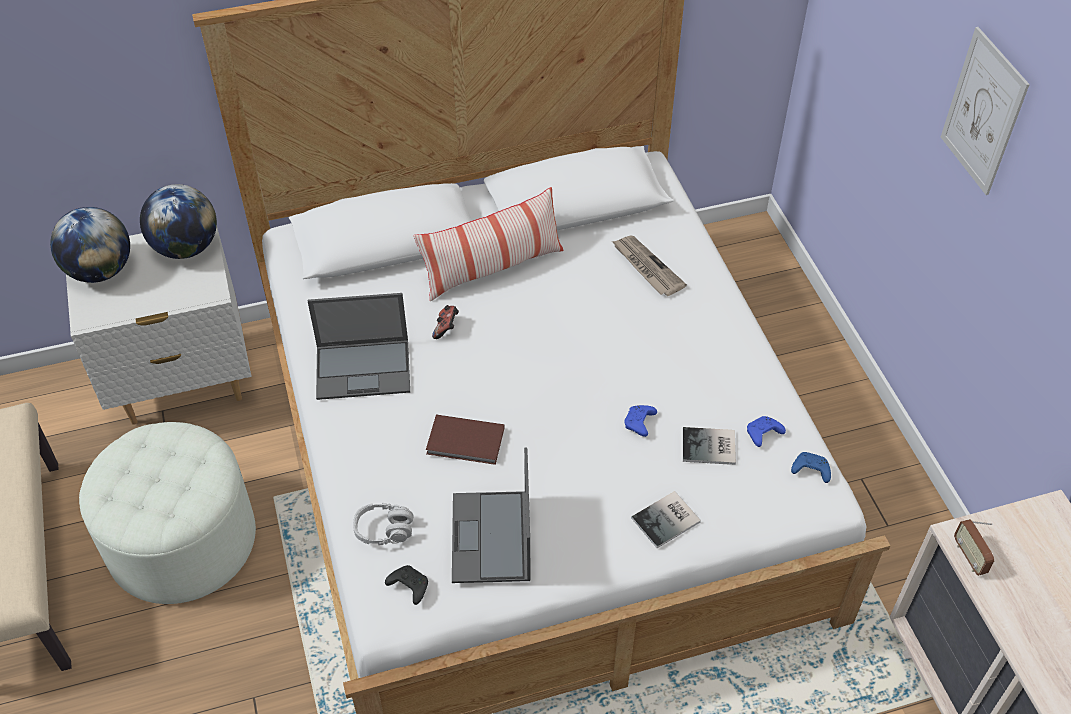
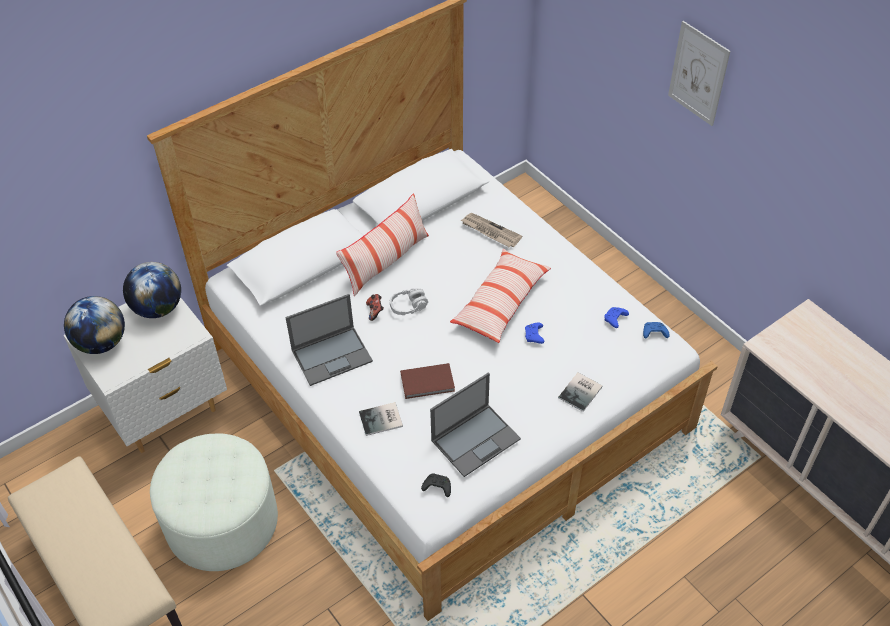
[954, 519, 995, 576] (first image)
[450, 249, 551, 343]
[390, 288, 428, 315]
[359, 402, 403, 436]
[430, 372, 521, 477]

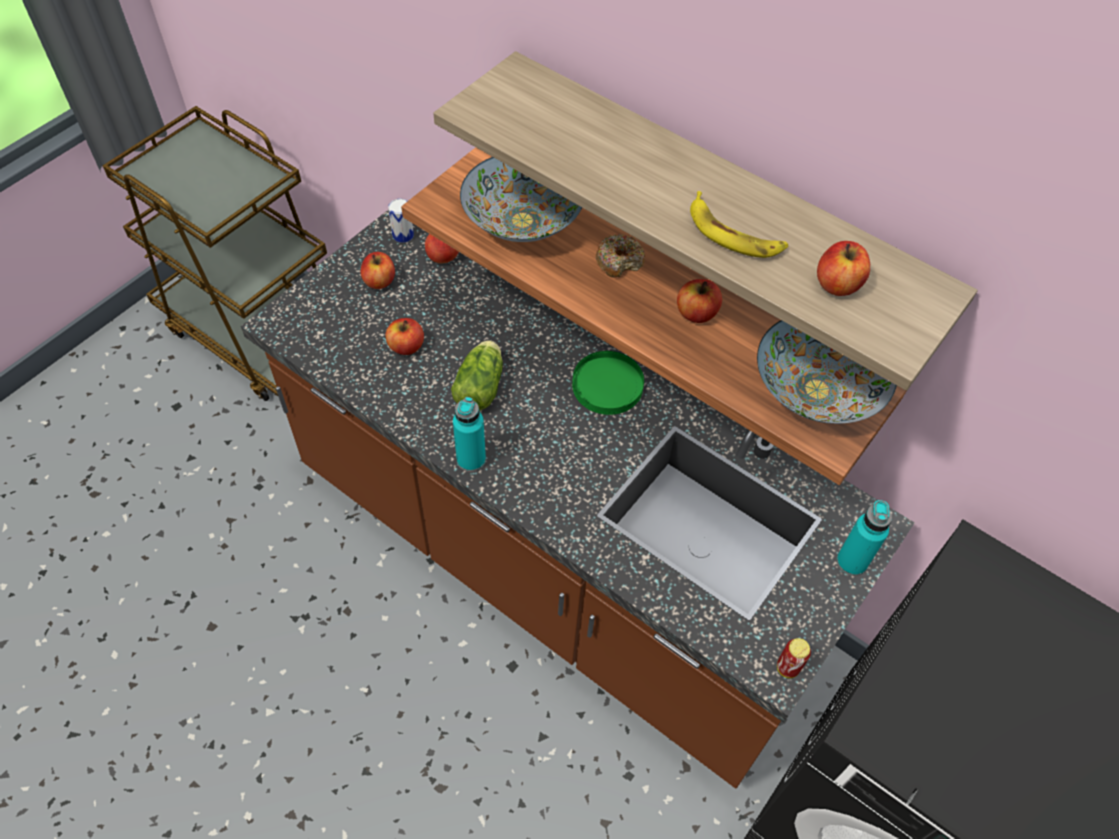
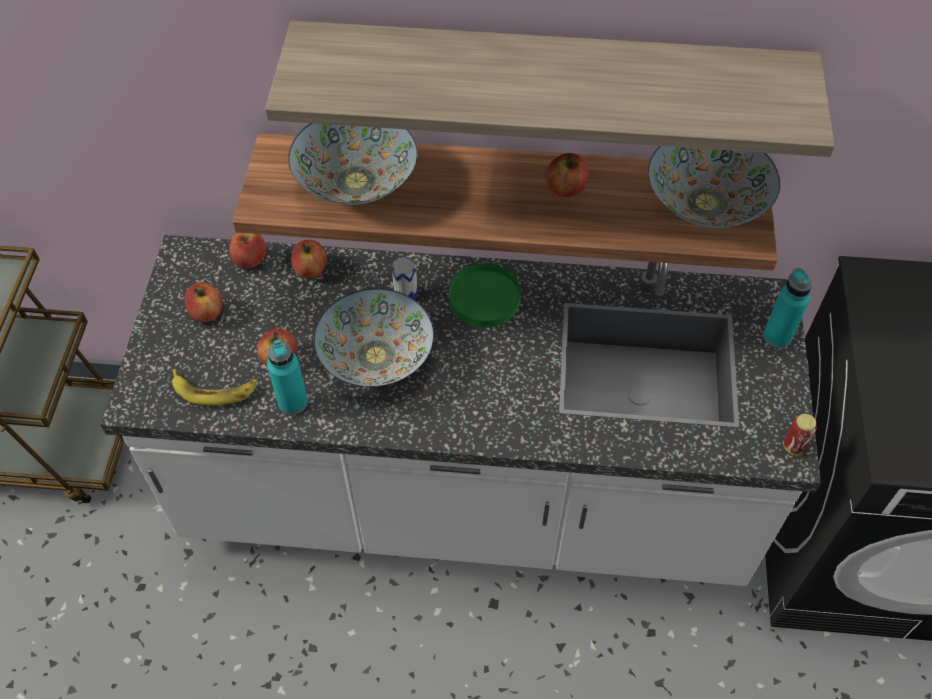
[596, 234, 645, 277] (first image)
[392, 257, 418, 299]
[267, 339, 308, 415]
[172, 369, 258, 405]
[291, 239, 327, 278]
[314, 288, 434, 386]
[101, 235, 821, 586]

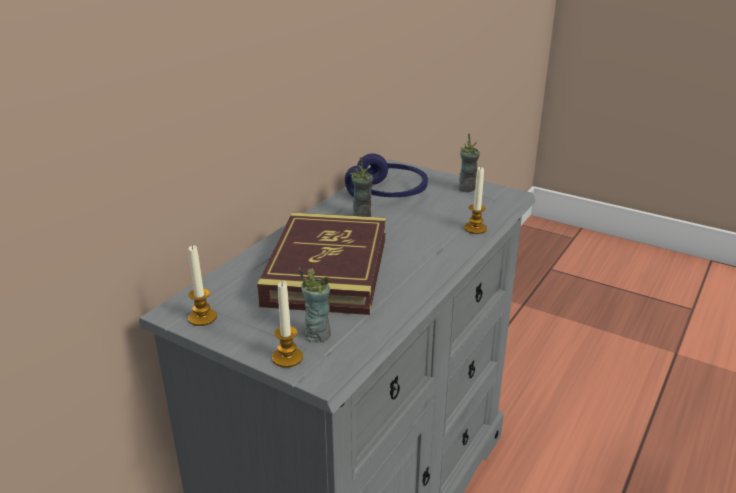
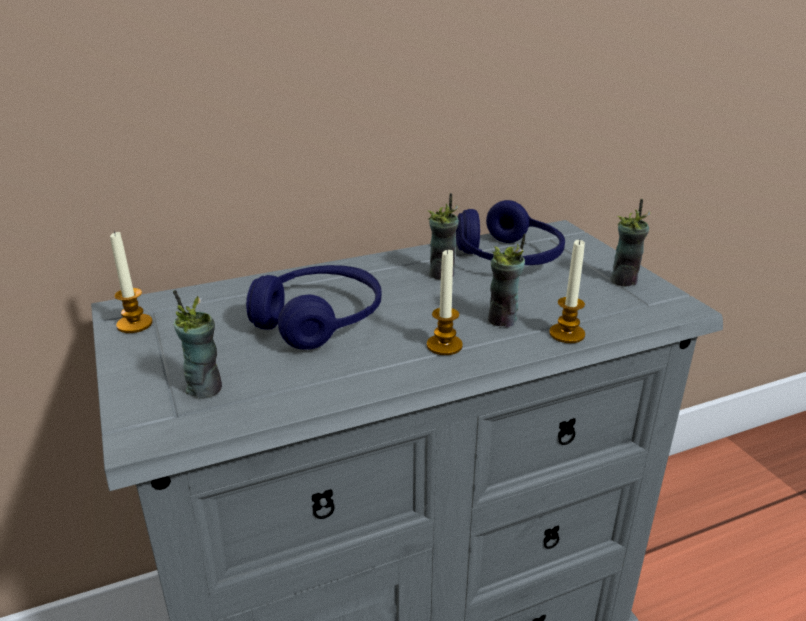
[488, 234, 525, 327]
[427, 248, 463, 355]
[246, 265, 382, 350]

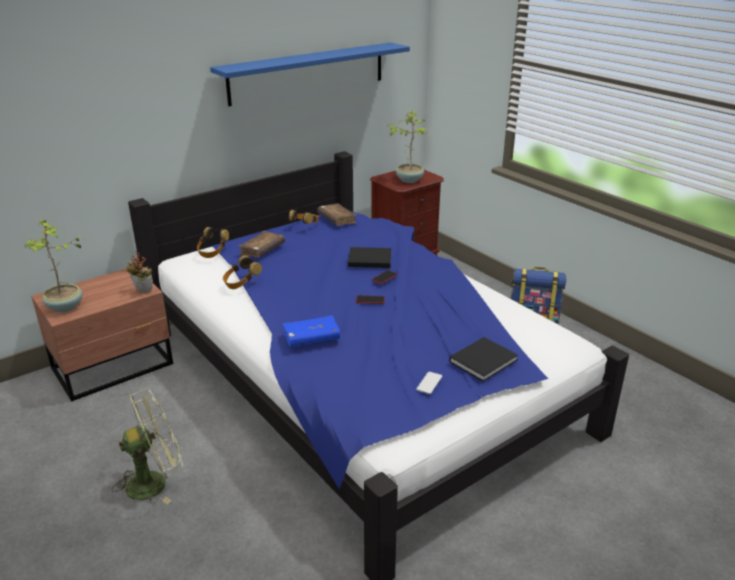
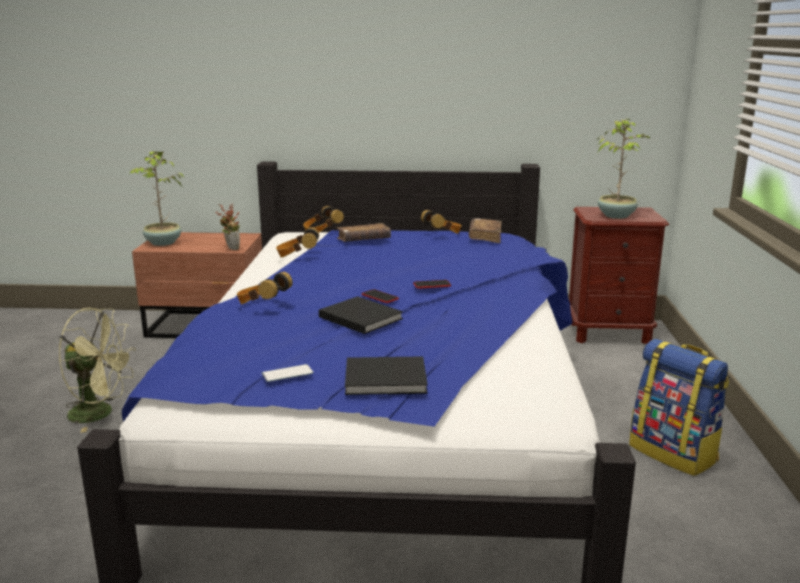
[210, 42, 410, 106] (first image)
[319, 296, 403, 334]
[237, 272, 293, 305]

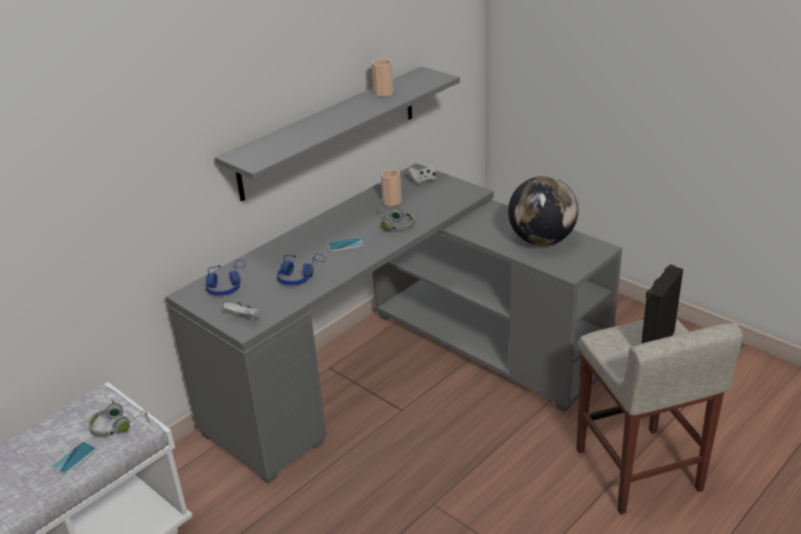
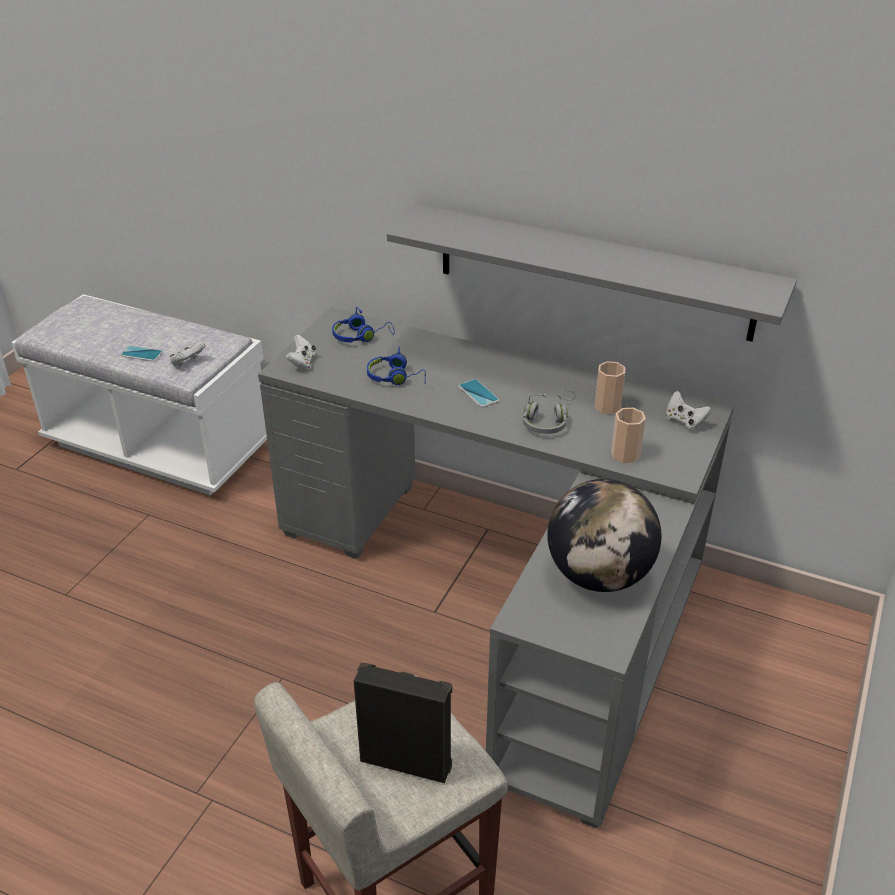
[611, 408, 646, 463]
[170, 342, 205, 367]

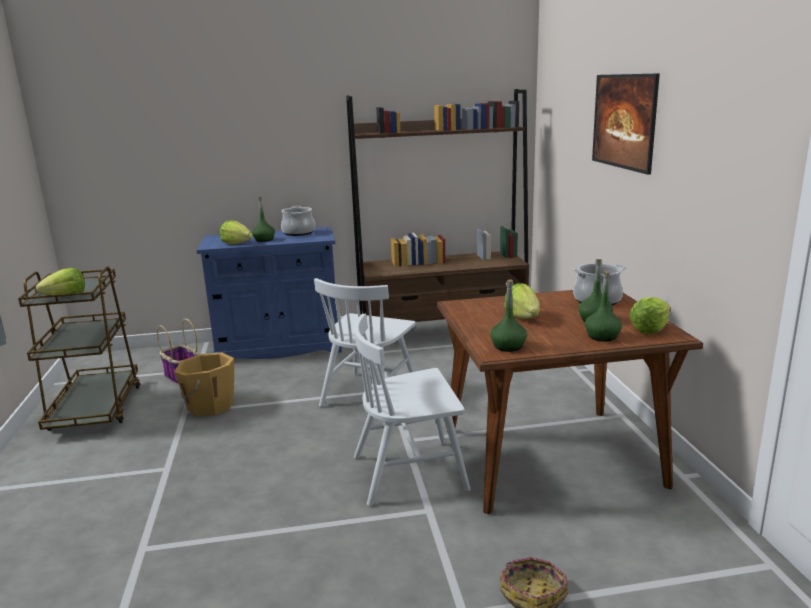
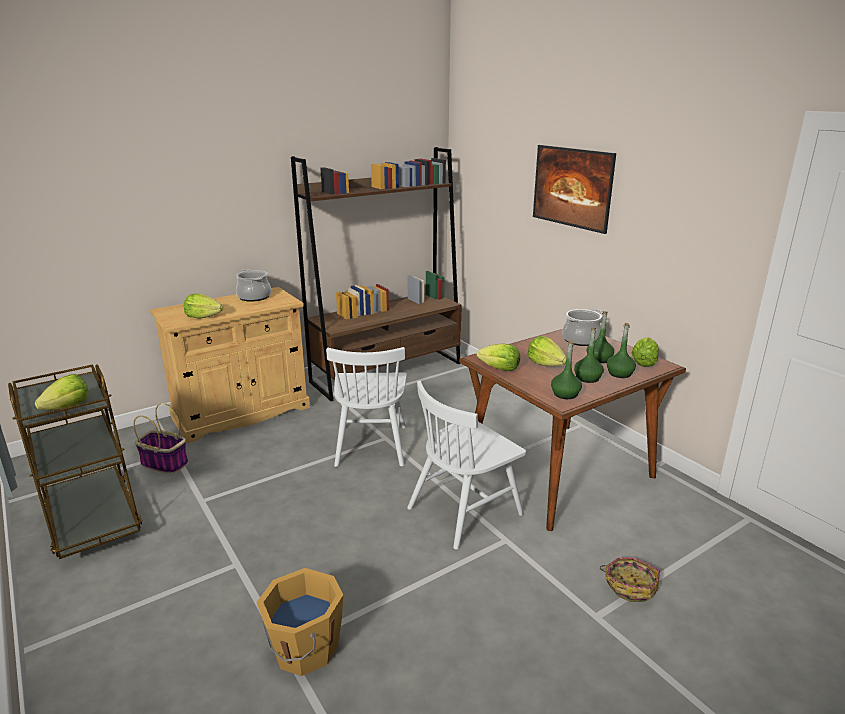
[476, 343, 520, 371]
[256, 568, 343, 676]
[574, 327, 604, 383]
[150, 287, 310, 443]

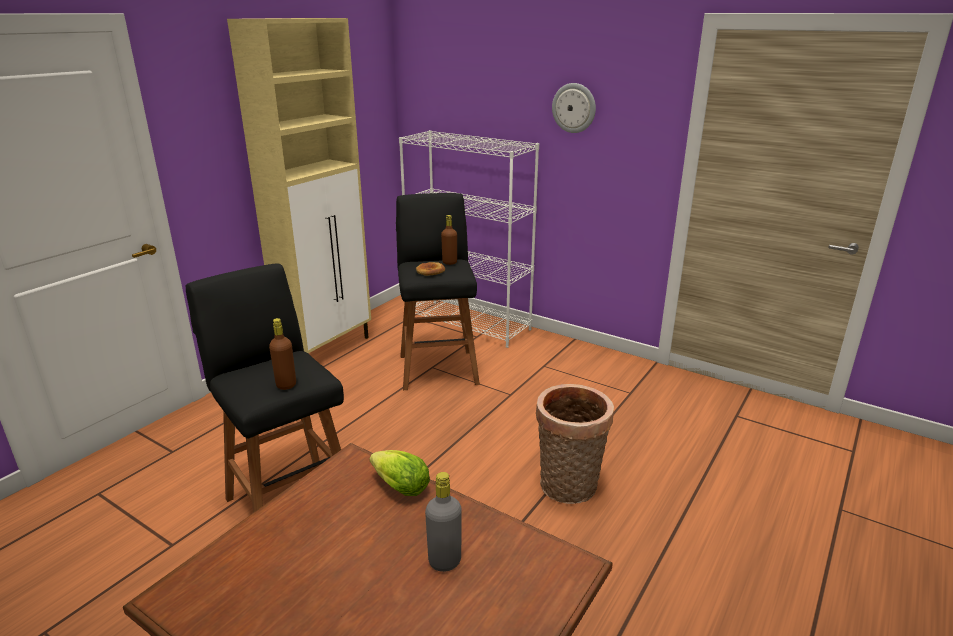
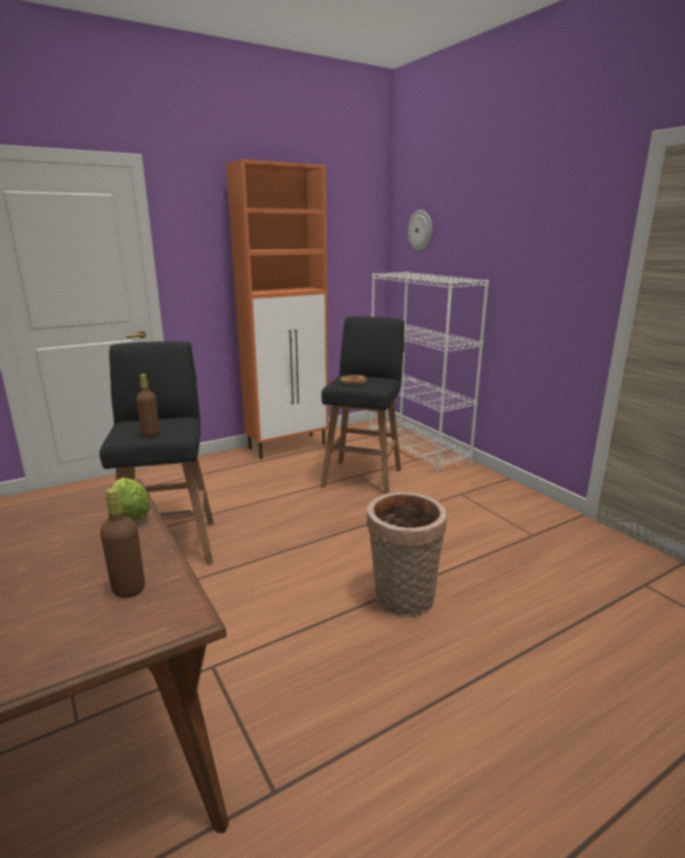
[425, 472, 462, 572] (first image)
[100, 488, 145, 598]
[408, 210, 433, 251]
[226, 159, 329, 459]

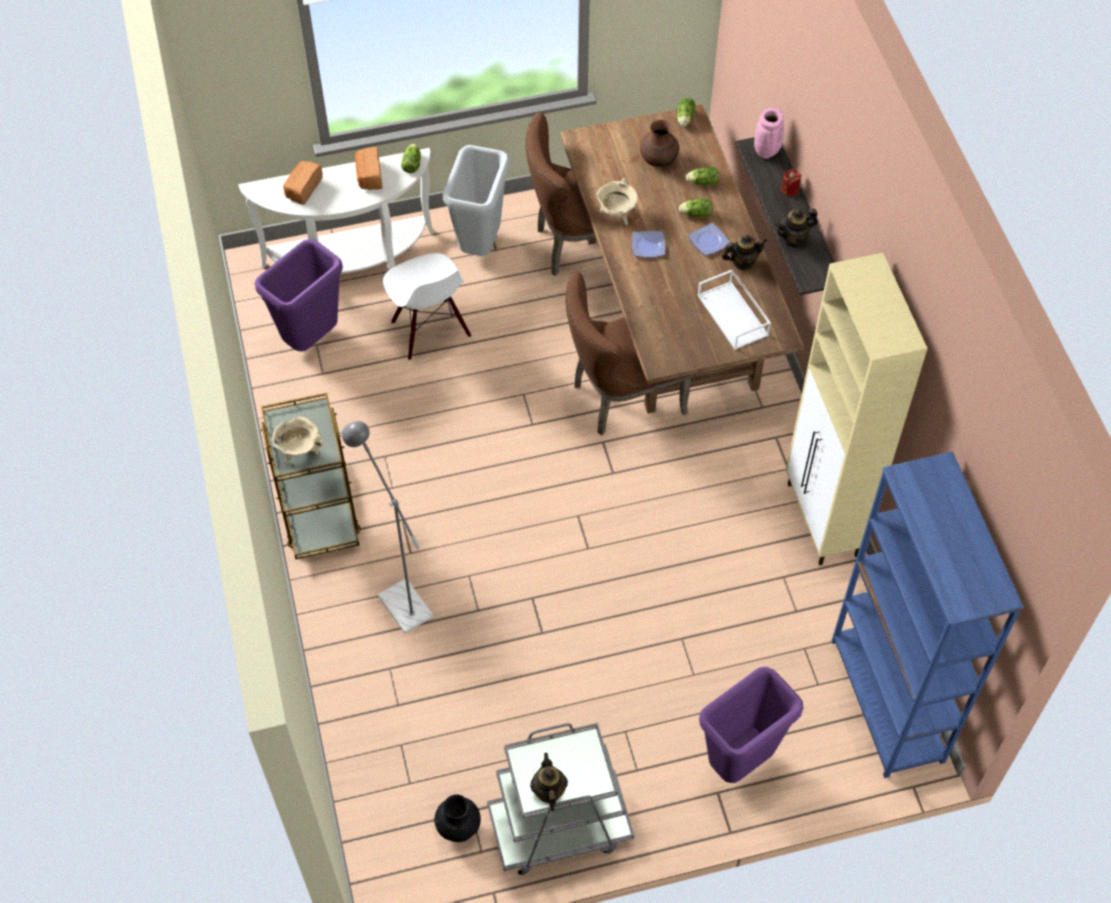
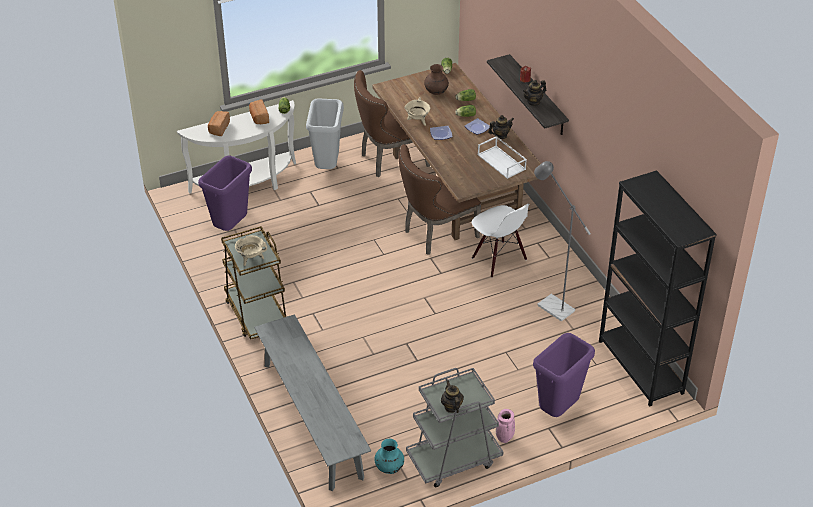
[786, 253, 928, 566] (first image)
[254, 314, 371, 491]
[534, 161, 591, 321]
[472, 204, 529, 278]
[496, 409, 515, 443]
[374, 439, 404, 474]
[599, 170, 717, 407]

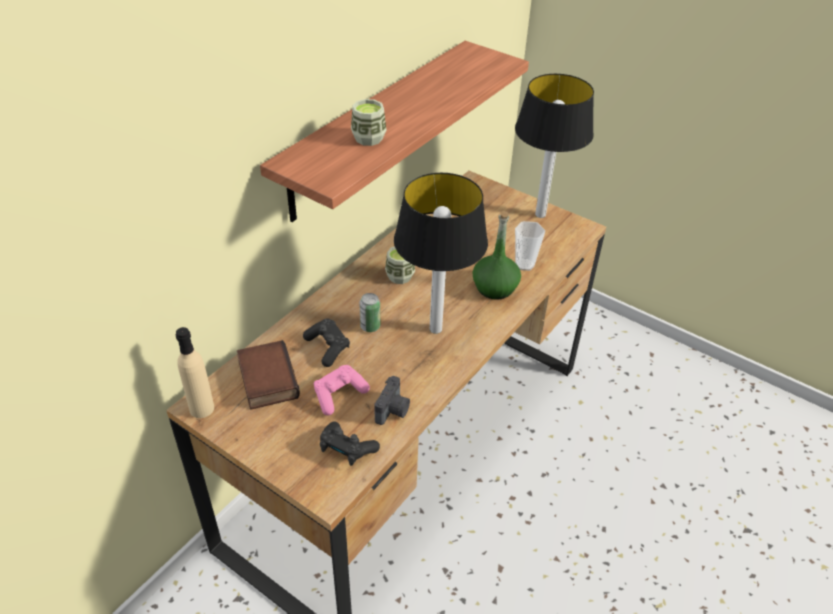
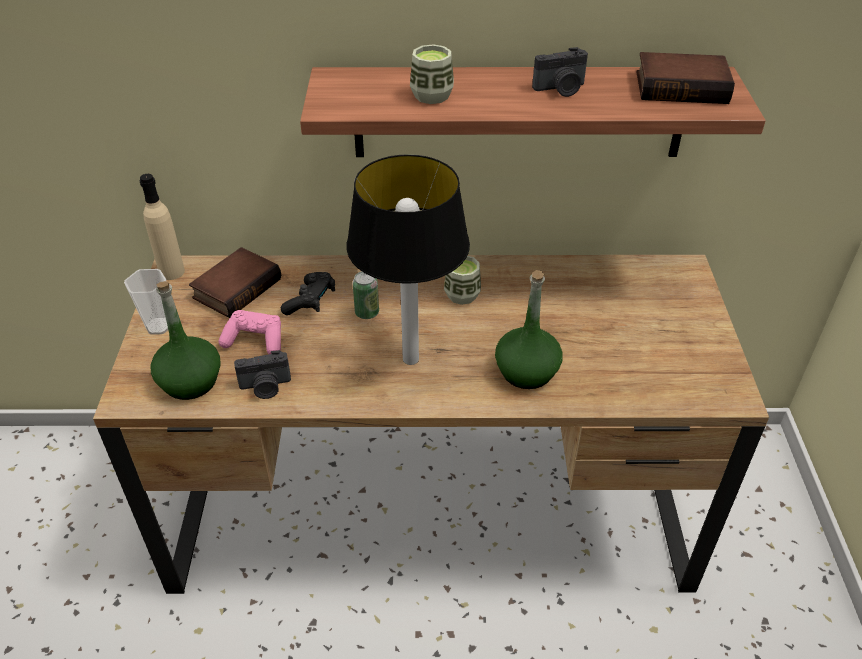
[515, 74, 594, 218] (first image)
[532, 47, 588, 97]
[637, 52, 735, 104]
[124, 269, 168, 335]
[151, 281, 221, 400]

